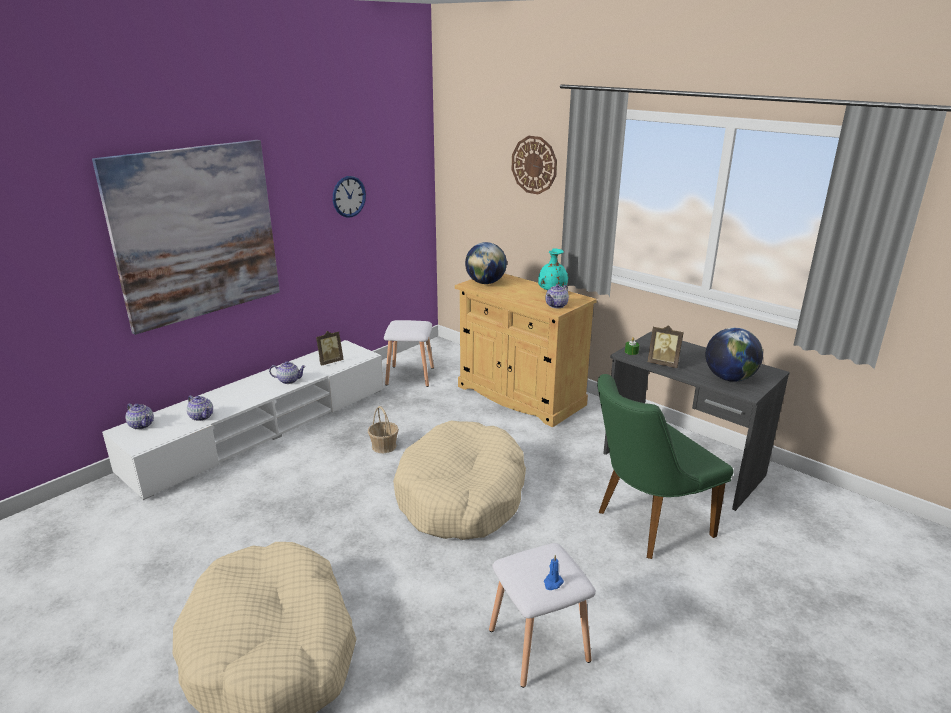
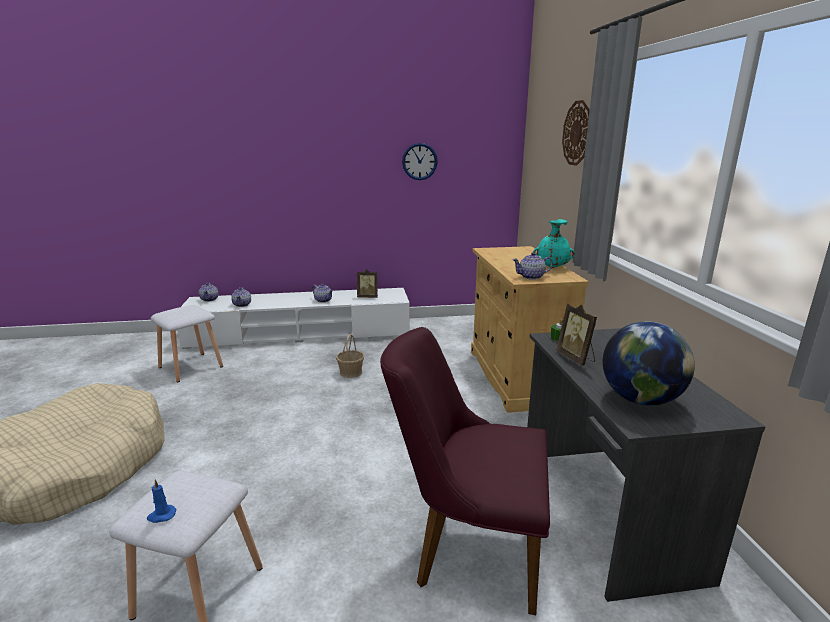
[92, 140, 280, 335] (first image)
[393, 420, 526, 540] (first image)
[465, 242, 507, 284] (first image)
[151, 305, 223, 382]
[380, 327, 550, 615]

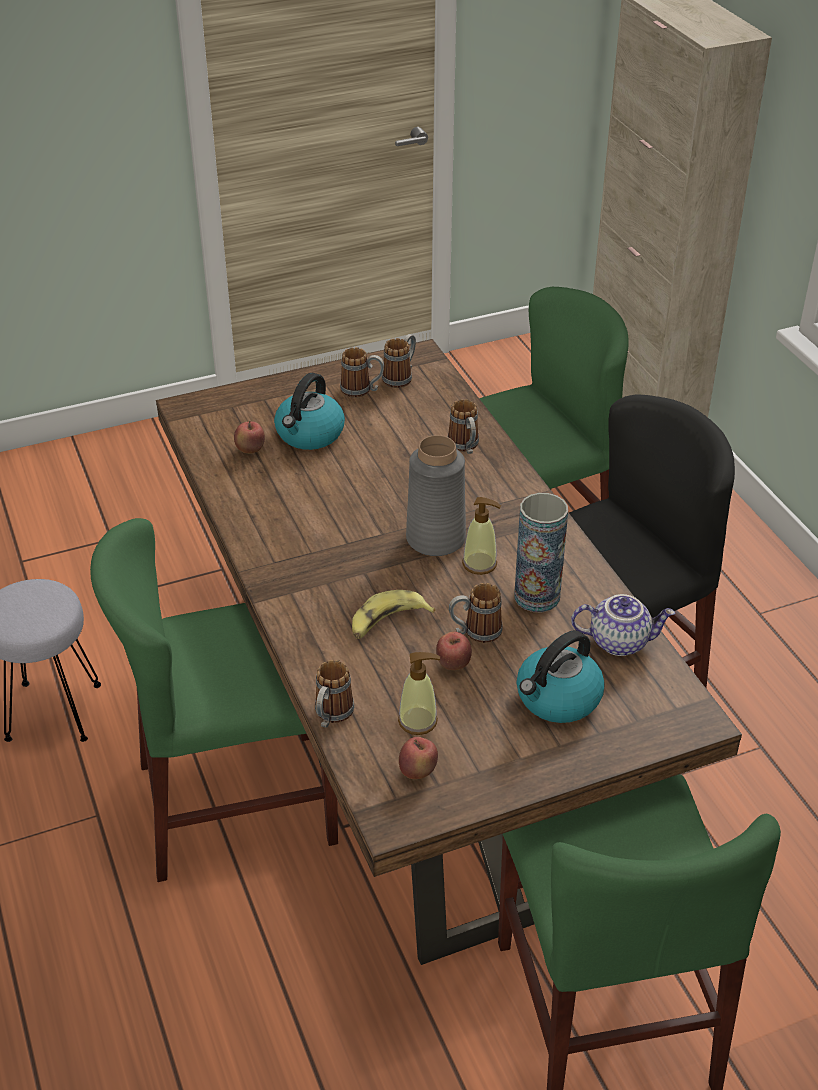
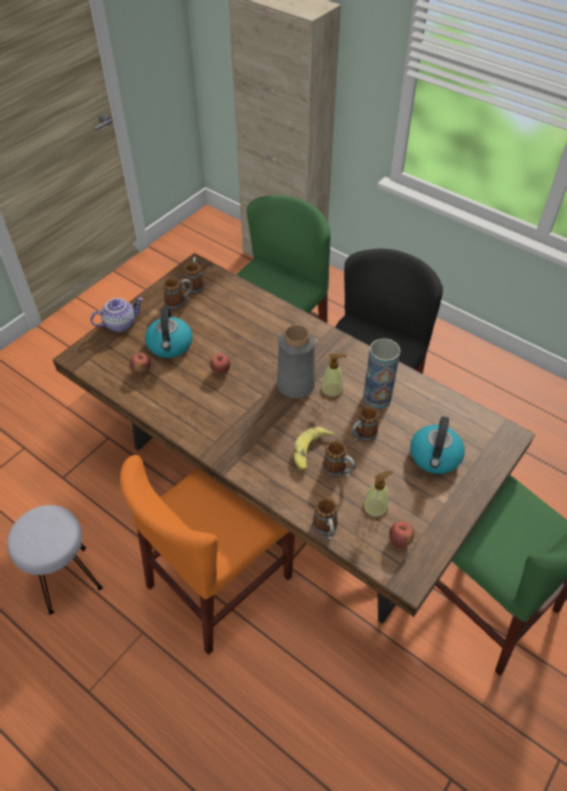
[210, 353, 230, 375]
[322, 440, 356, 478]
[90, 297, 143, 332]
[120, 455, 295, 655]

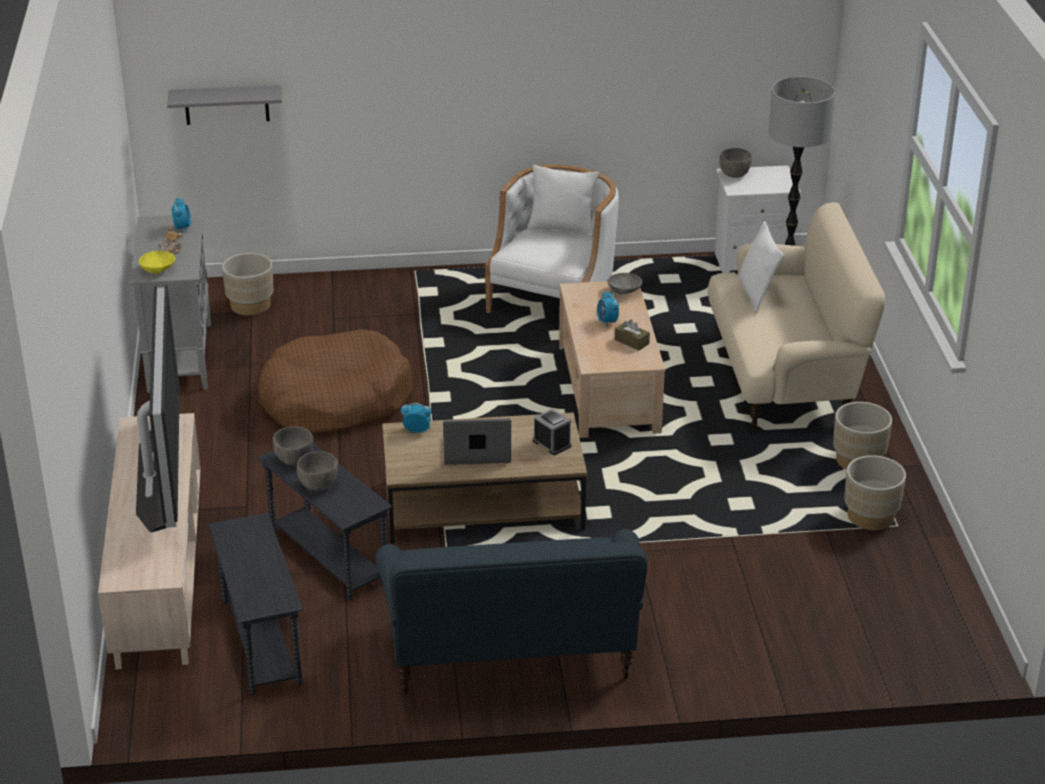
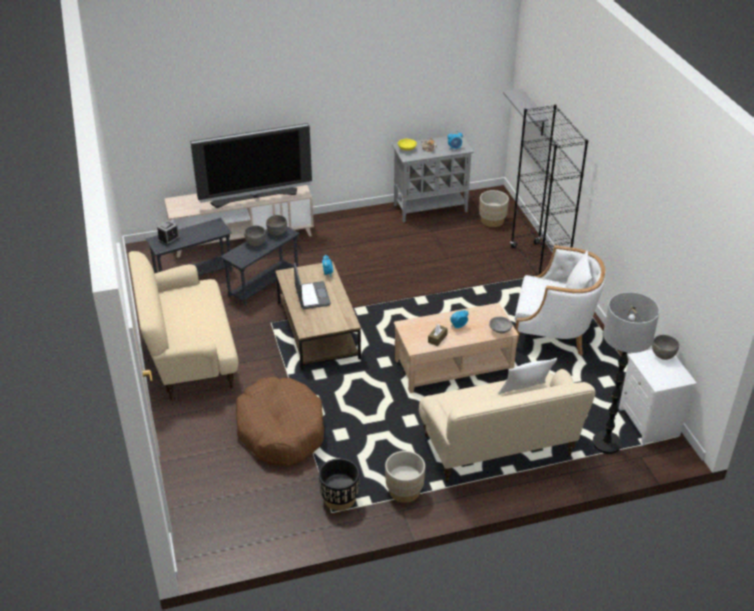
[510, 104, 588, 275]
[236, 377, 324, 466]
[157, 220, 180, 246]
[128, 251, 239, 400]
[319, 458, 359, 511]

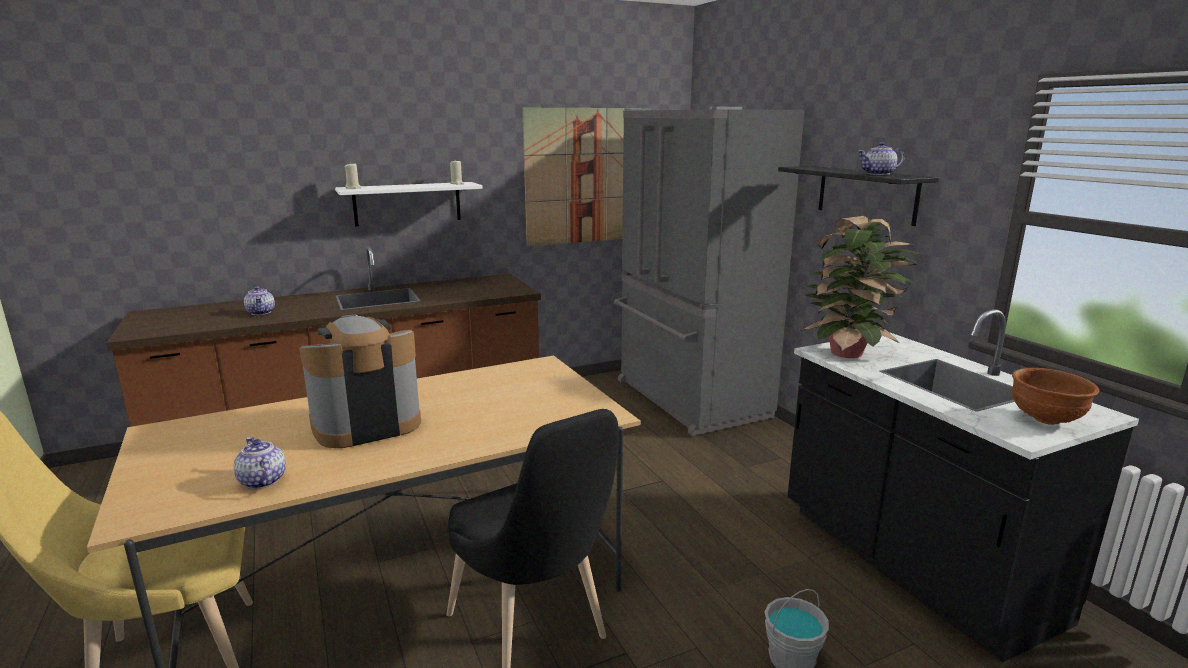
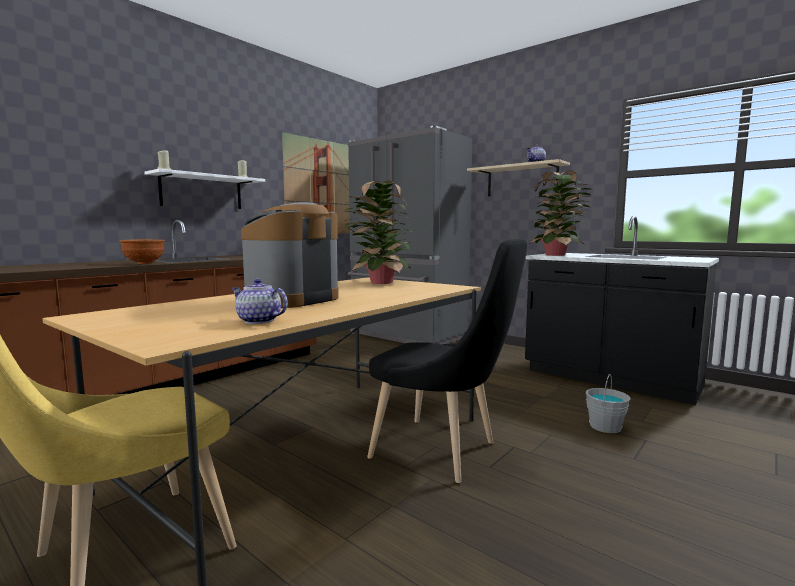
[244, 286, 275, 315] (first image)
[344, 180, 412, 284]
[119, 239, 165, 264]
[467, 159, 570, 196]

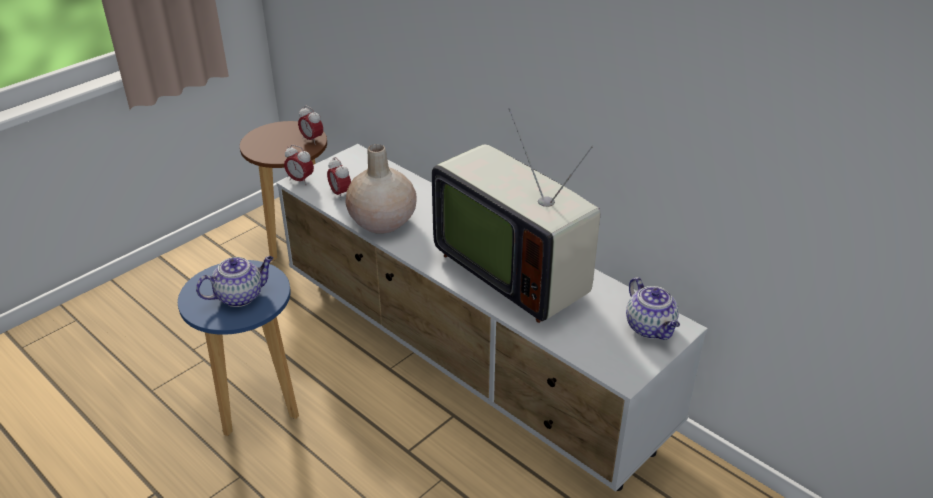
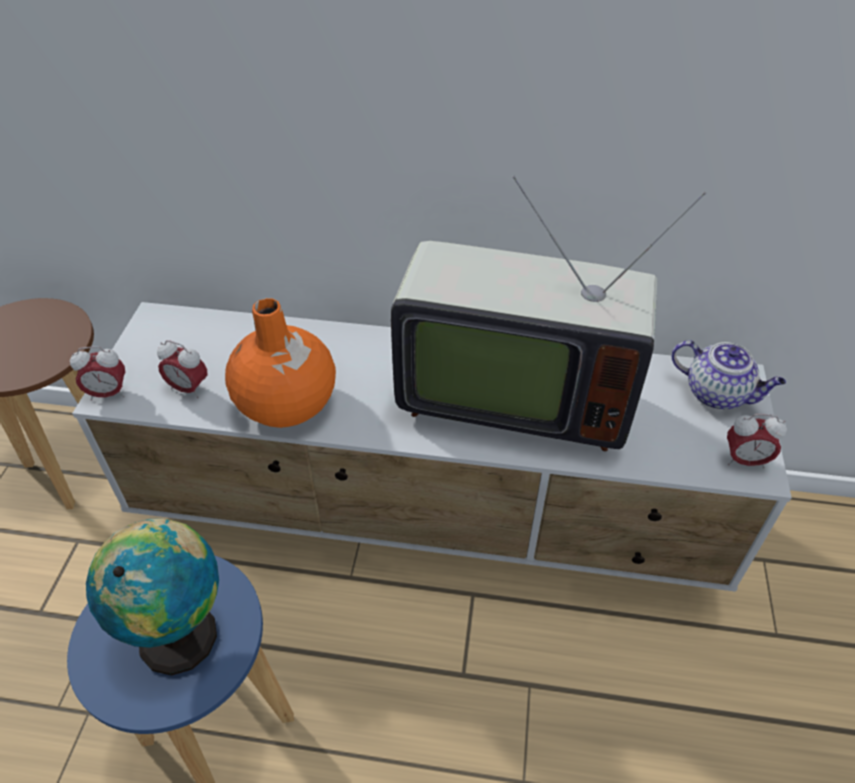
[727, 414, 787, 469]
[86, 519, 219, 676]
[225, 298, 336, 428]

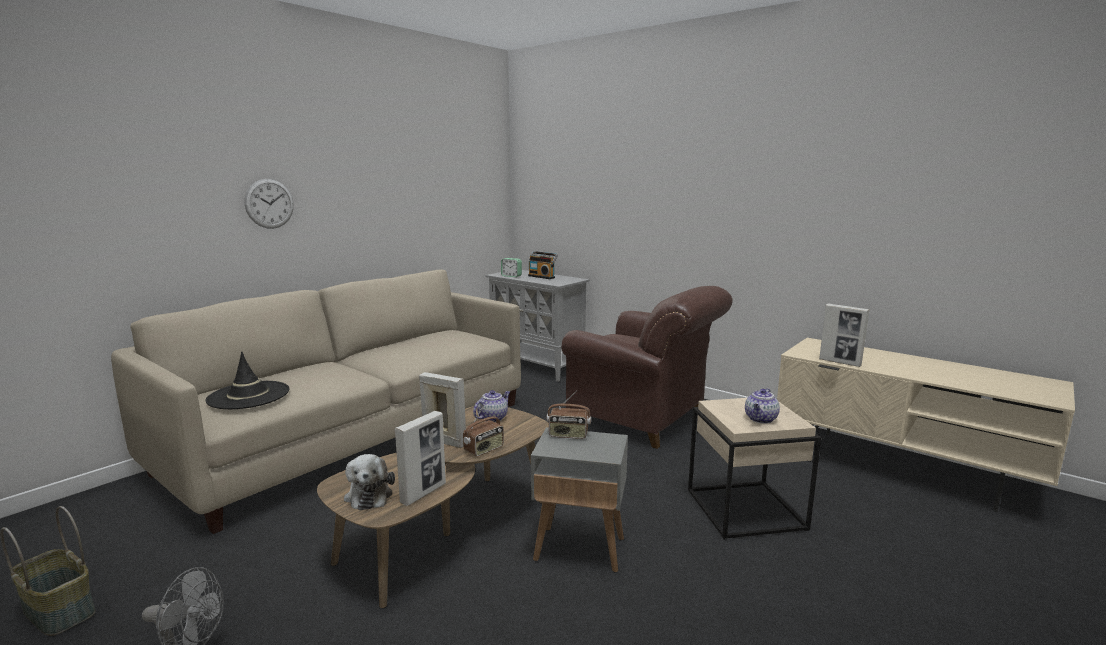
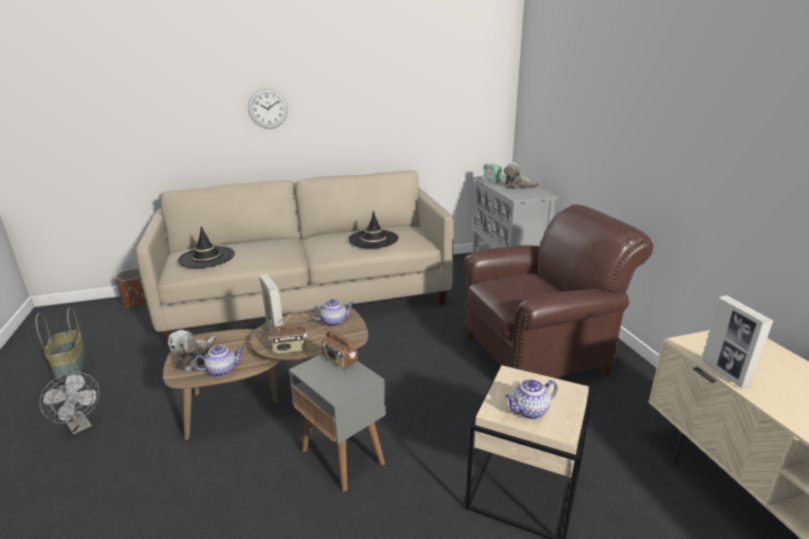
[115, 268, 147, 307]
[348, 211, 398, 248]
[193, 345, 244, 377]
[503, 162, 540, 189]
[463, 204, 653, 378]

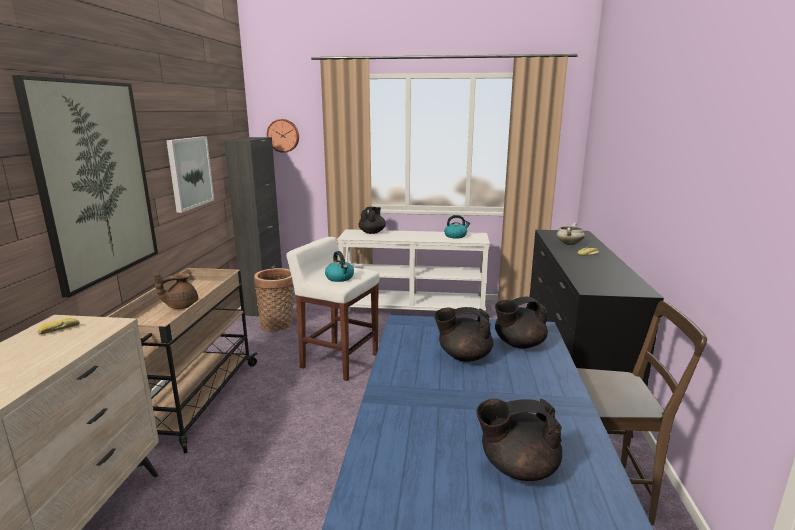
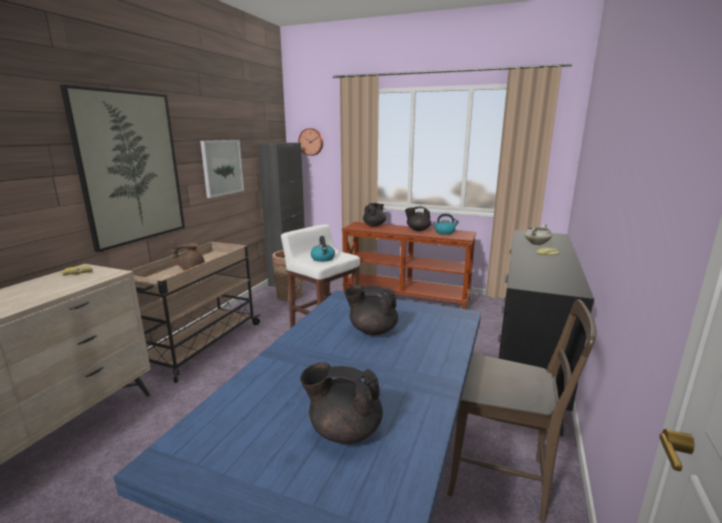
[405, 207, 431, 231]
[342, 222, 476, 309]

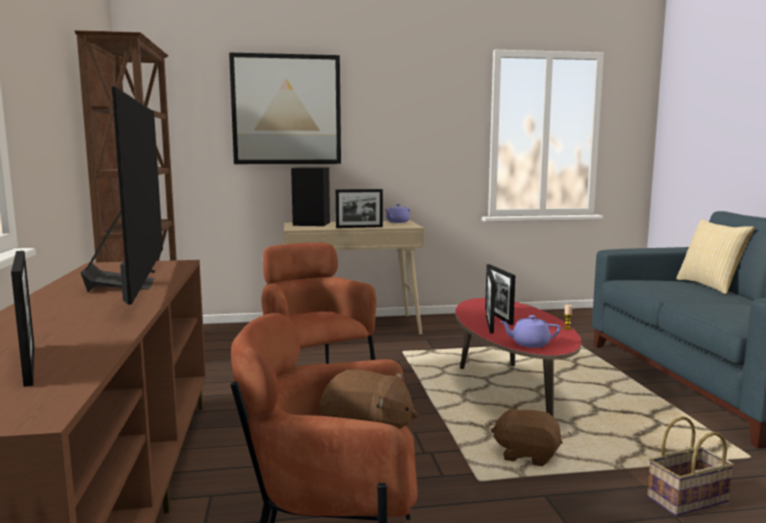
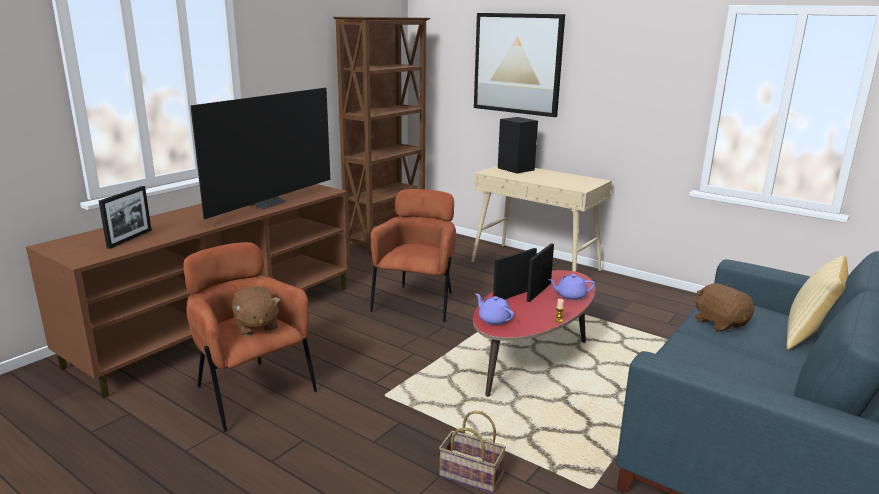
[336, 189, 383, 228] (first image)
[548, 274, 595, 300]
[695, 283, 754, 332]

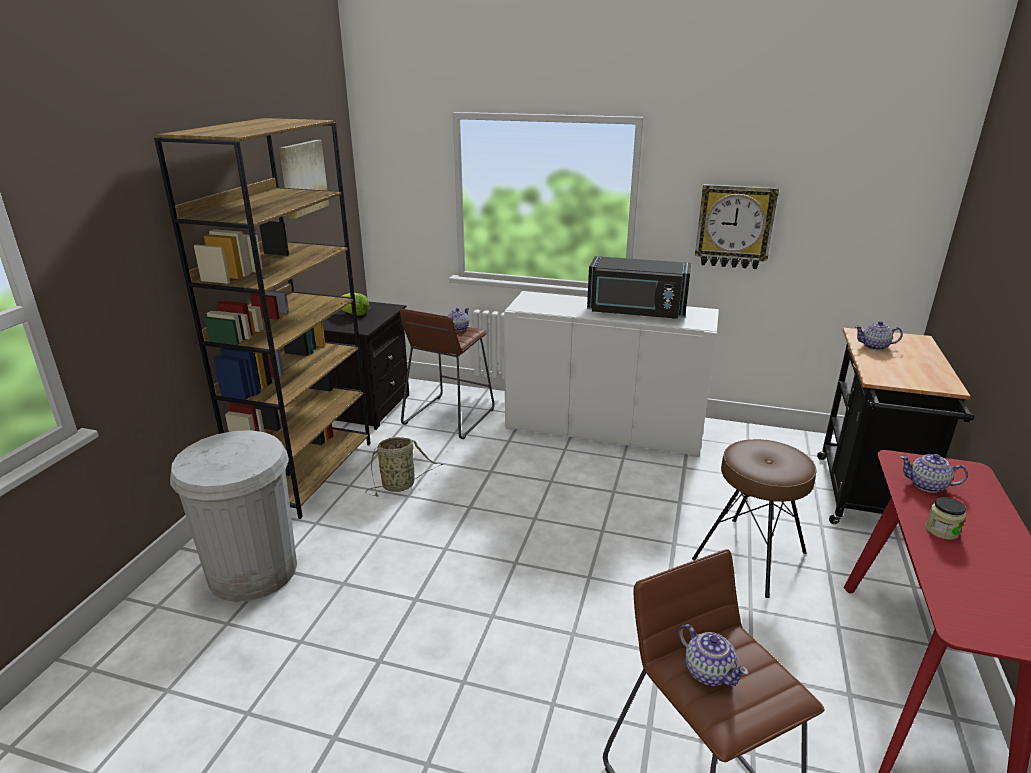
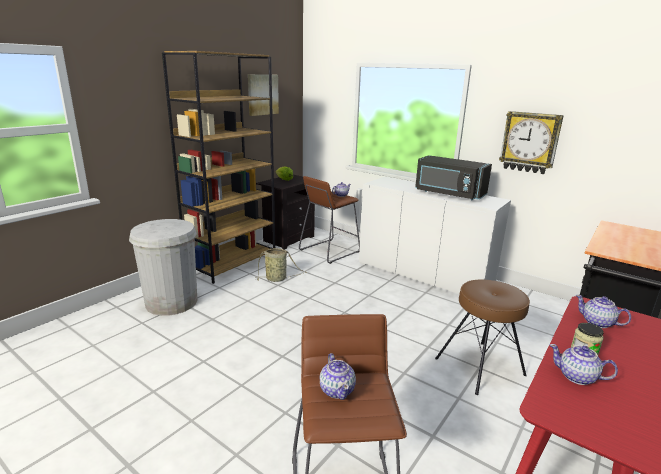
[550, 344, 618, 385]

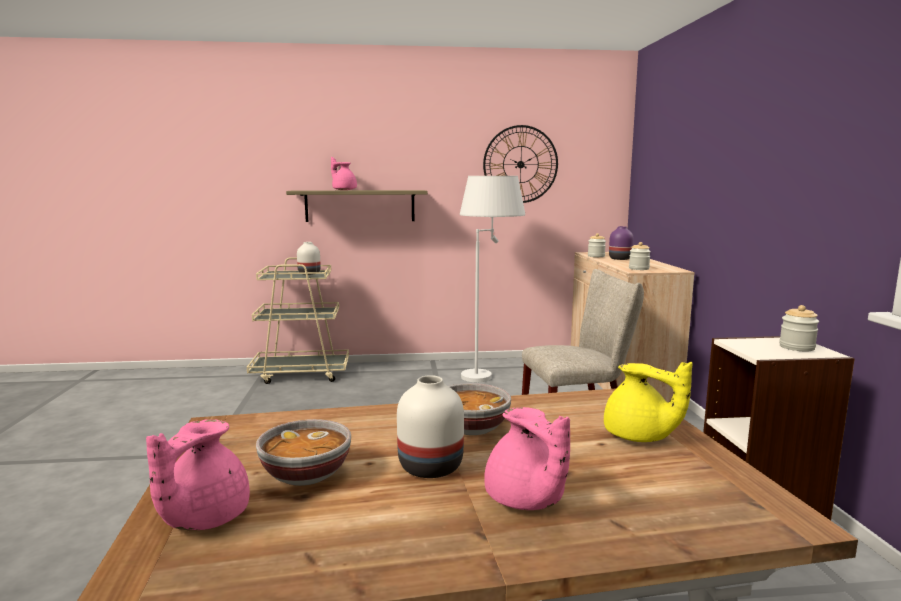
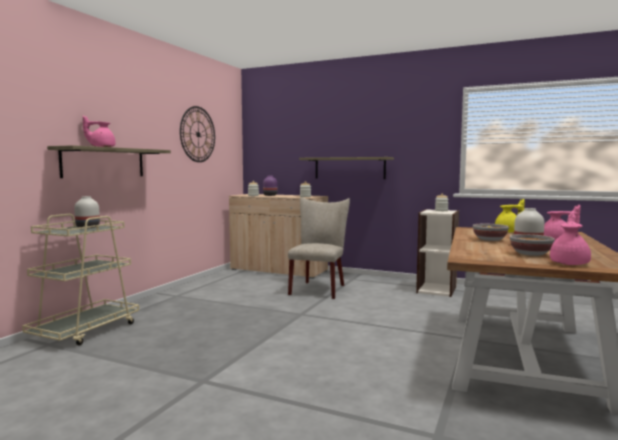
[460, 176, 525, 382] (first image)
[299, 157, 394, 179]
[550, 213, 591, 265]

